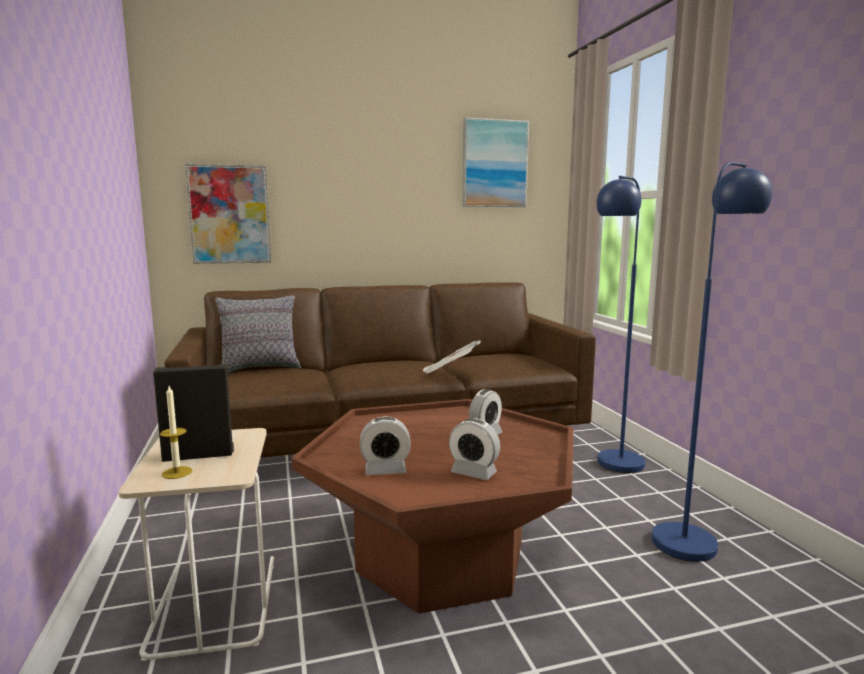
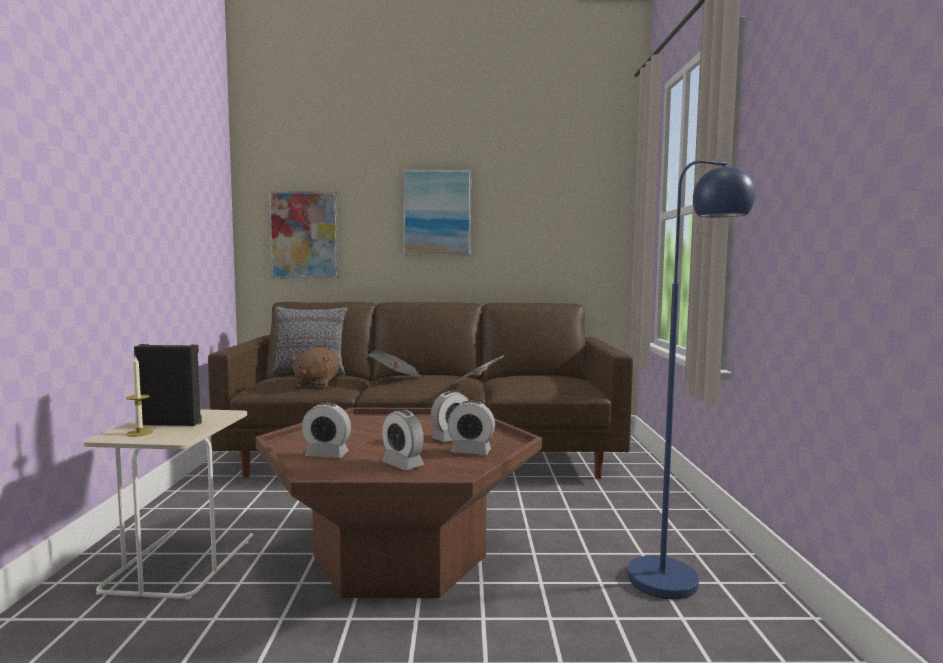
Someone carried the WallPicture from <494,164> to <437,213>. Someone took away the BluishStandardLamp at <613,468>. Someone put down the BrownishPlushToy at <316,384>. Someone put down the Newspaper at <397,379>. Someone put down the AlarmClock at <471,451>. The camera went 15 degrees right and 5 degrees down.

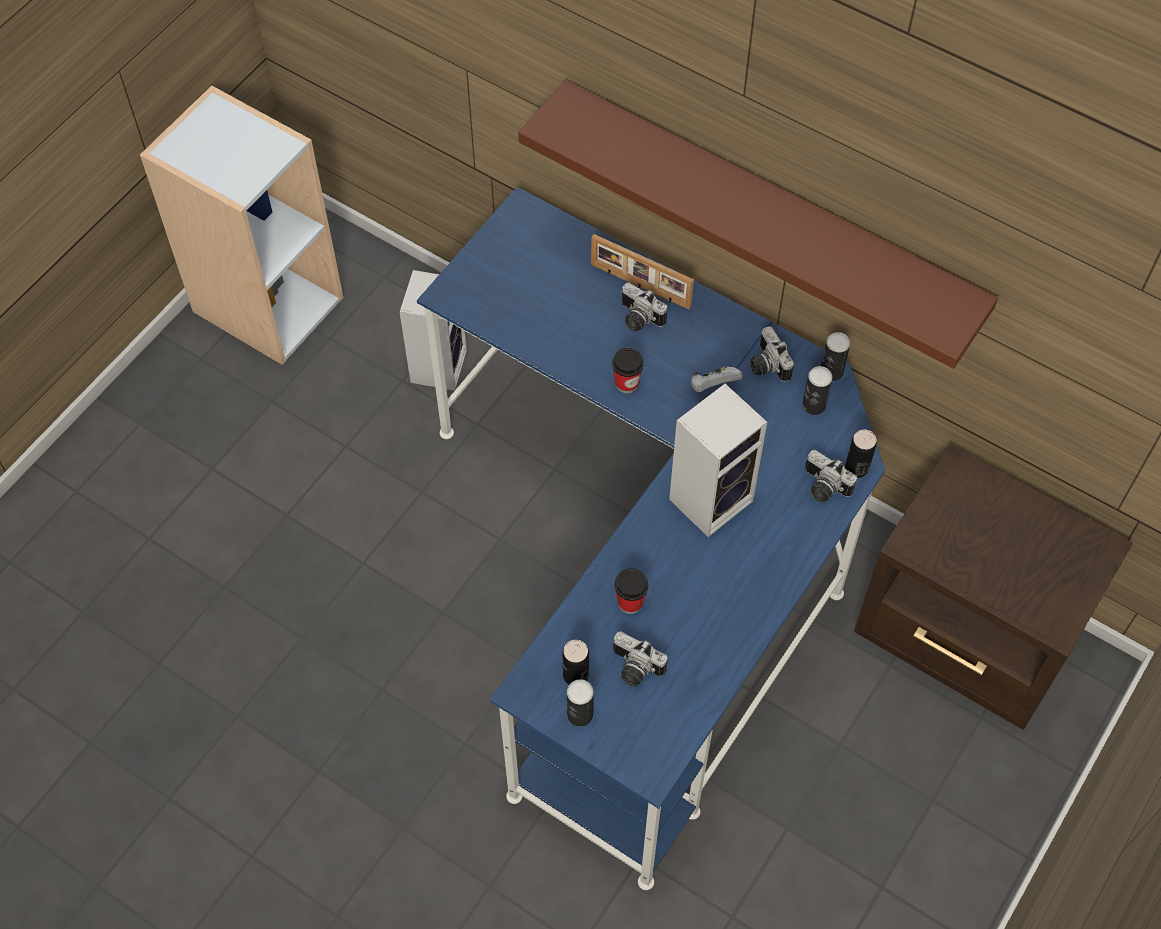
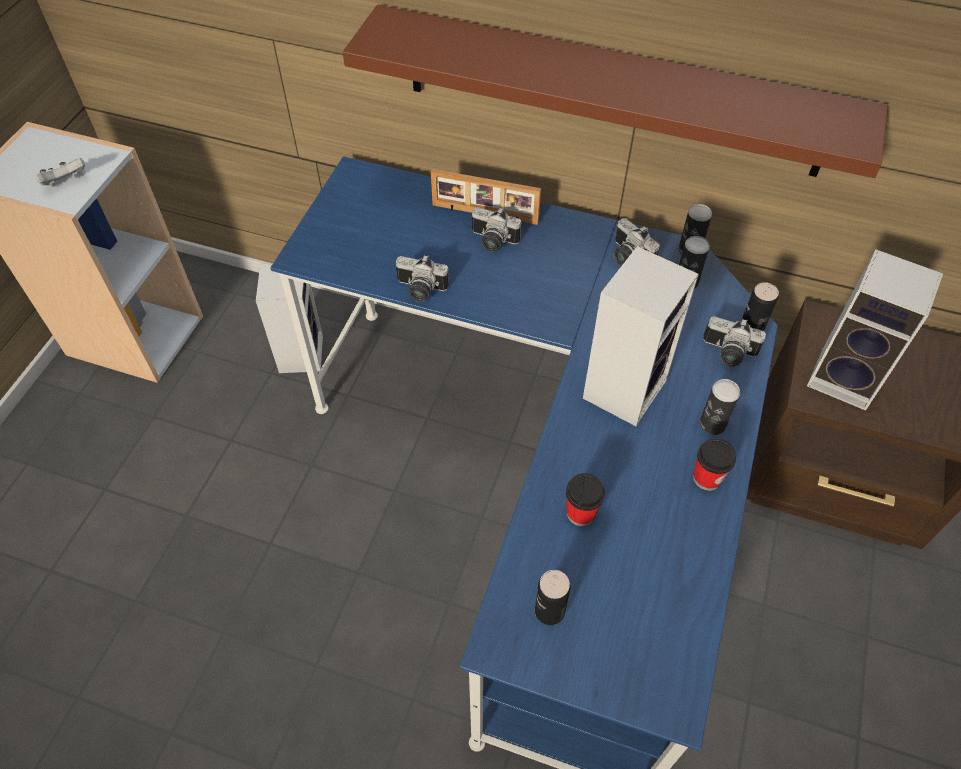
Someone carried the Cup from <627,383> to <707,478>. Someone carried the WhiteJoypad from <713,386> to <66,182>. Someone carried the StillCamera from <634,669> to <420,290>. Someone carried the MetalCan from <580,714> to <712,424>. Someone put down the Speaker at <847,378>. The camera went 15 degrees left and 5 degrees down.

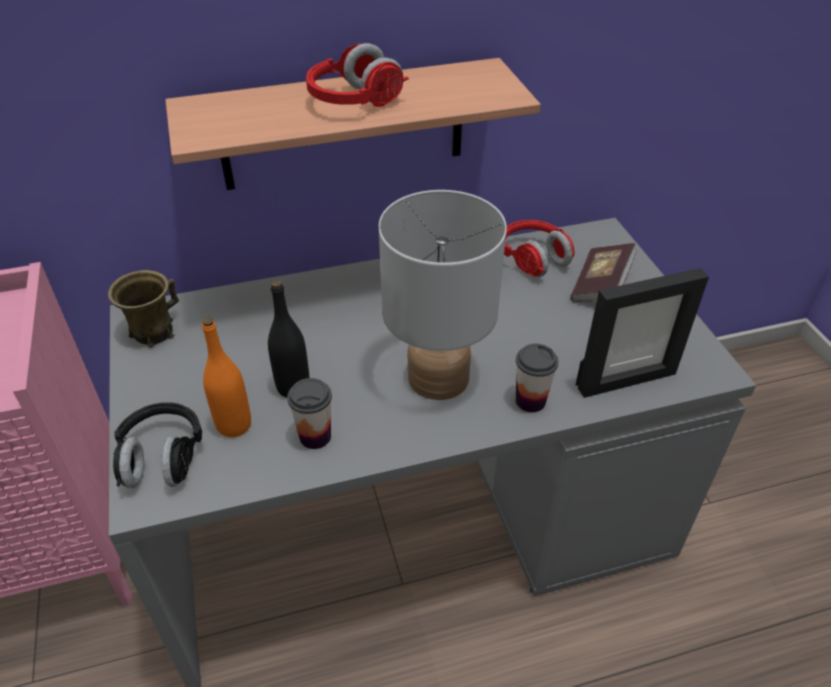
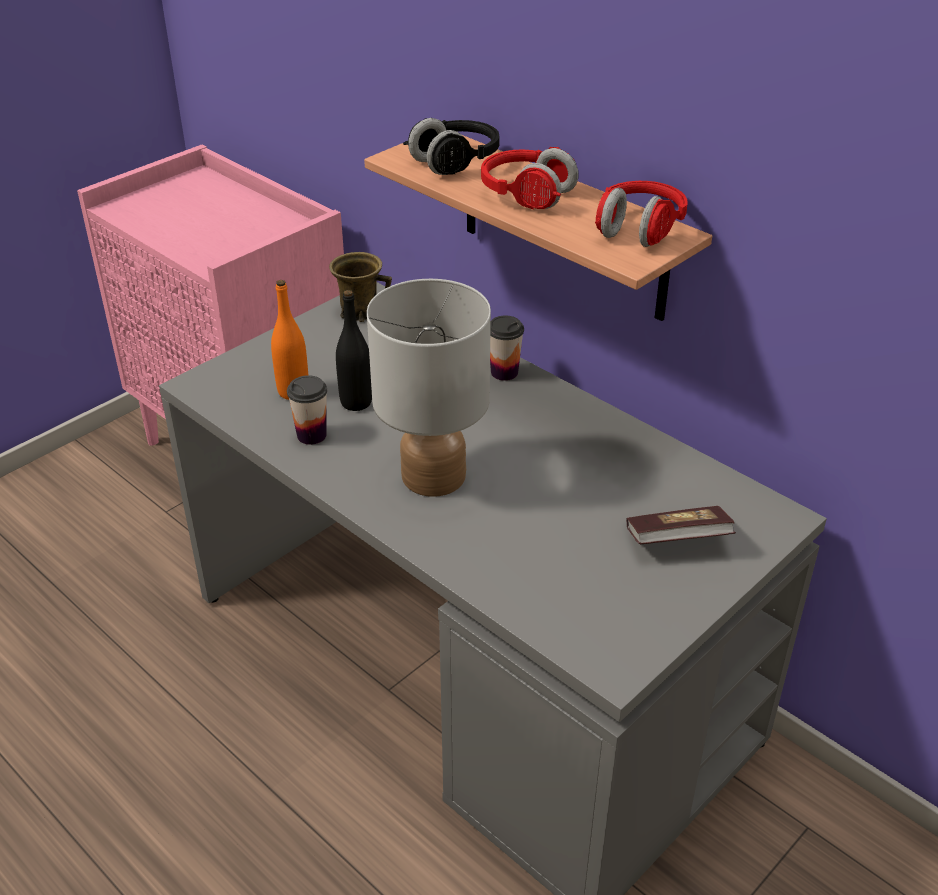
Someone carried the RedColouredPairOfHeadphones from <533,260> to <638,230>. Someone took away the PictureFrame at <625,379>. Someone carried the Cup from <530,401> to <504,372>. Someone carried the BlackishPairOfHeadphones from <162,458> to <455,163>. The camera went 60 degrees right and 5 degrees down.

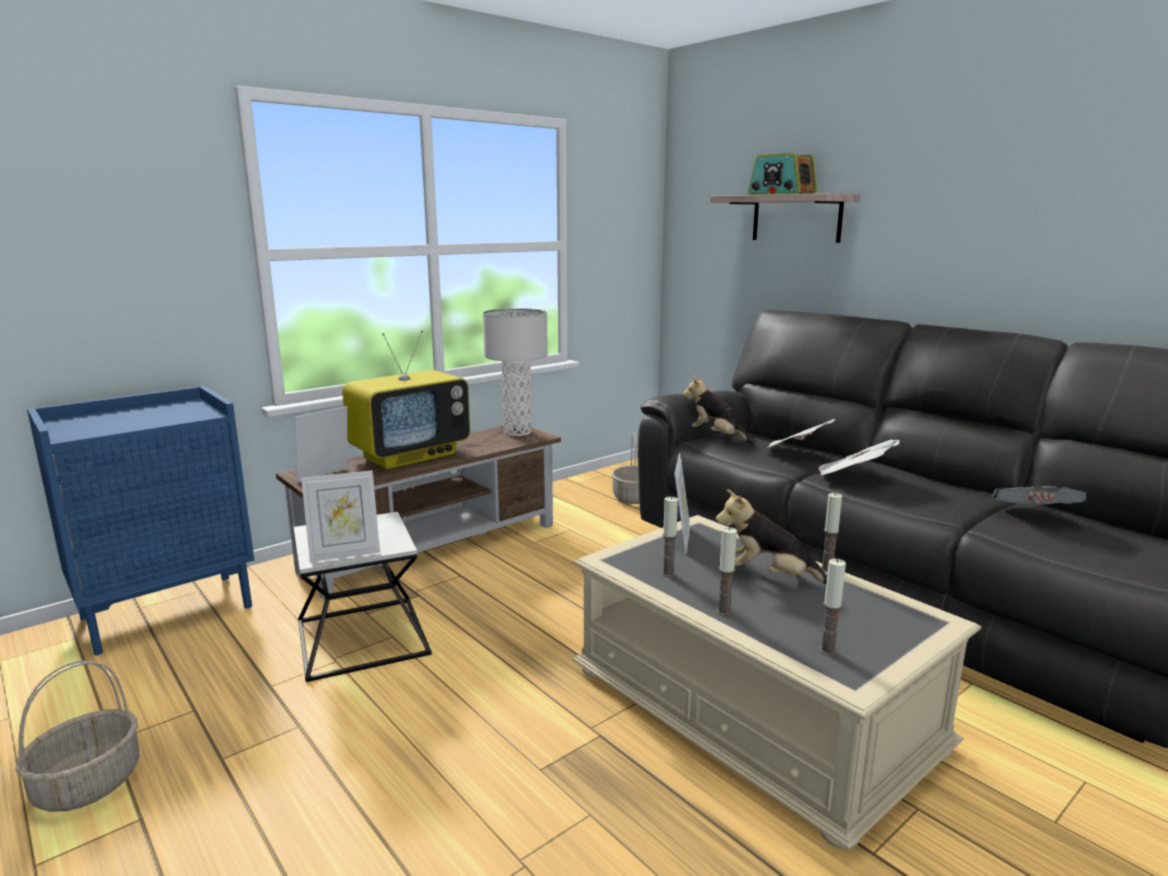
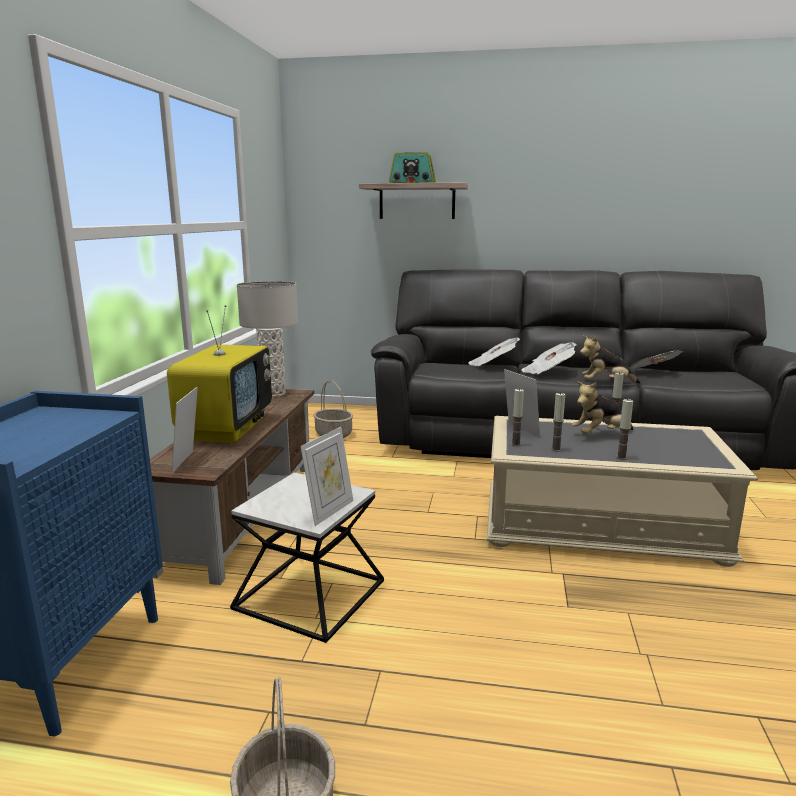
Someone carried the PlushToy from <716,437> to <606,383>. Someone carried the Candle from <827,651> to <516,444>. The camera went 40 degrees left and 0 degrees up.

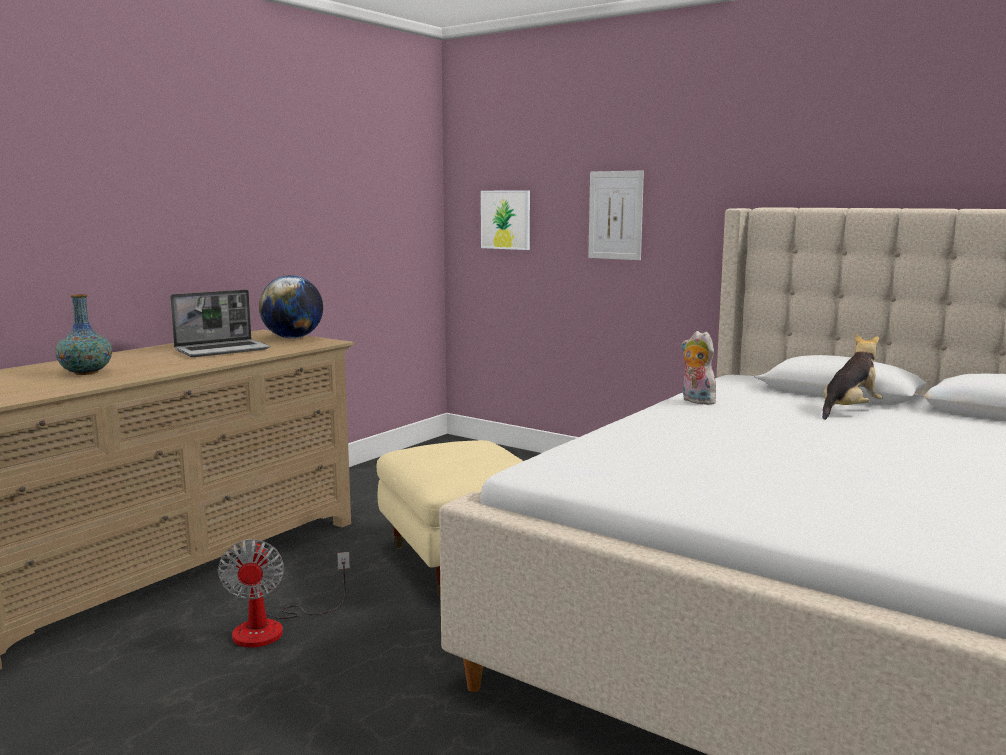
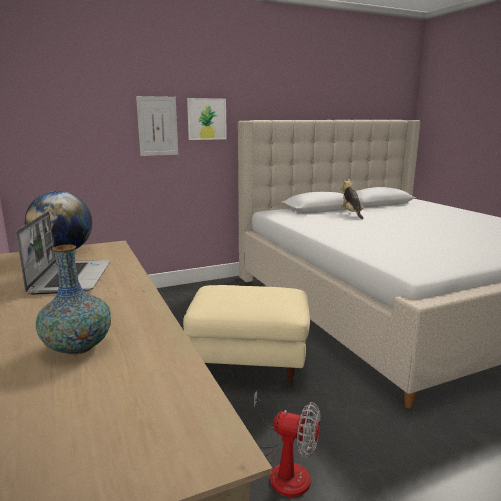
Someone carried the WallPicture from <506,219> to <206,119>. Someone took away the PlushToy at <695,401>. The camera went 60 degrees left and 5 degrees up.

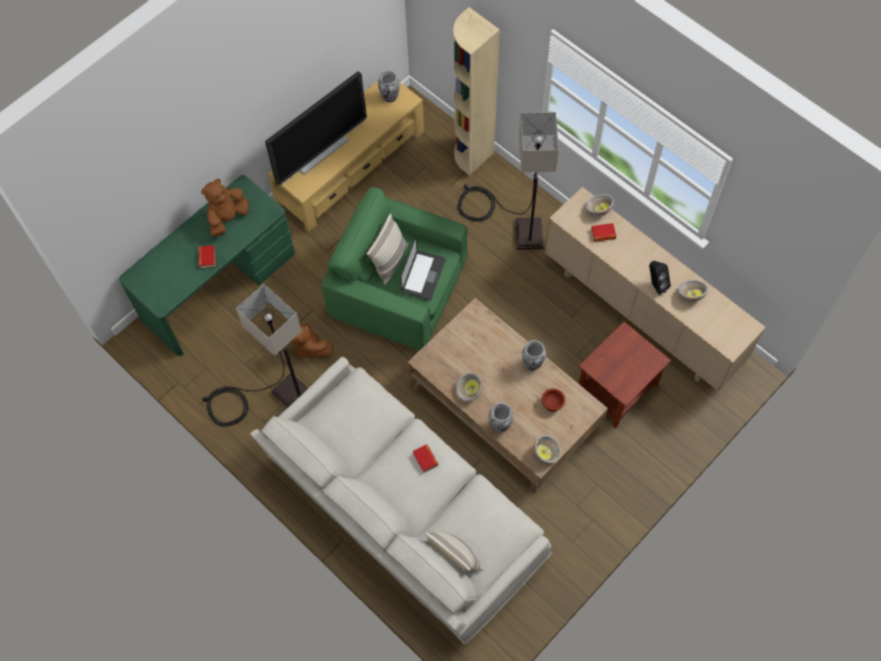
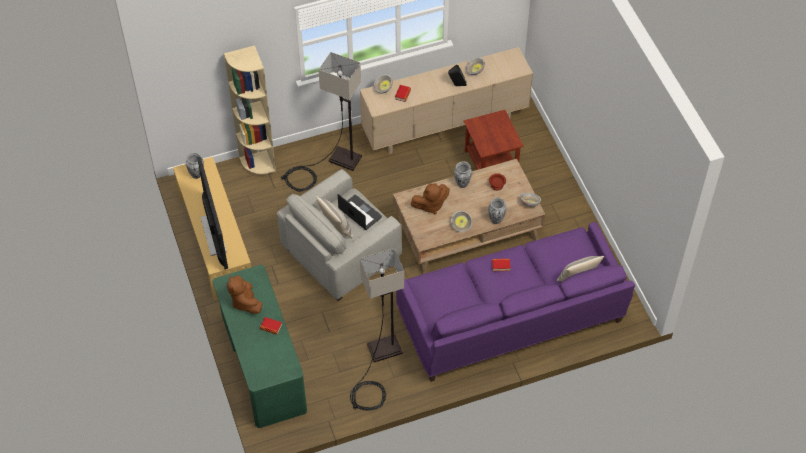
Someone repainted the GreenArmchair at <399,292>, which became the GreyArmchair at <341,253>. Someone carried the BrownishPlushToy from <309,346> to <430,205>. Someone repainted the WhiteCouch at <403,511>, which became the PurplishCouch at <511,318>. The camera went 65 degrees left and 10 degrees down.

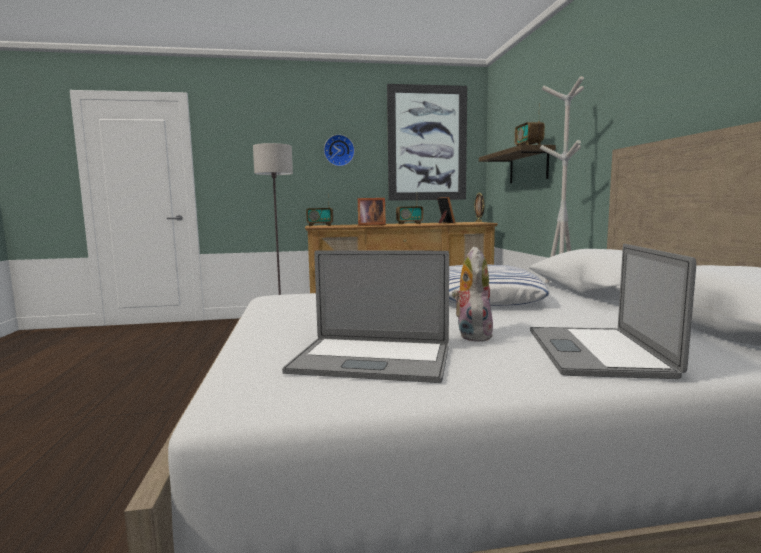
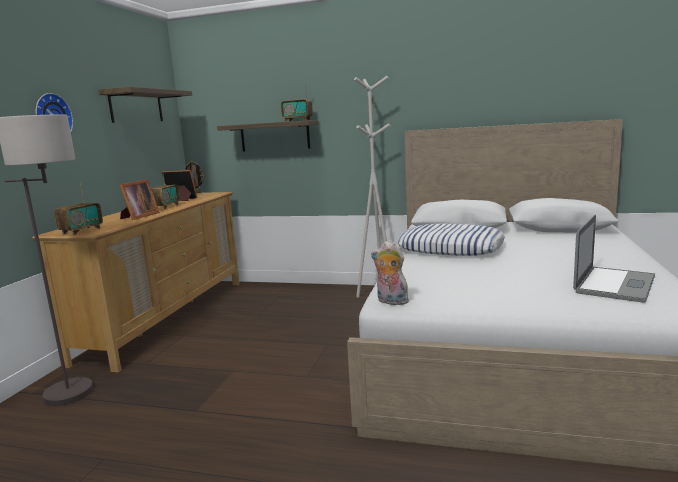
Someone swapped the WallPicture at <427,143> for the Shelf at <136,106>. Someone took away the Laptop at <595,351>. Someone carried the PlushToy from <471,335> to <390,302>. The camera went 65 degrees left and 5 degrees up.

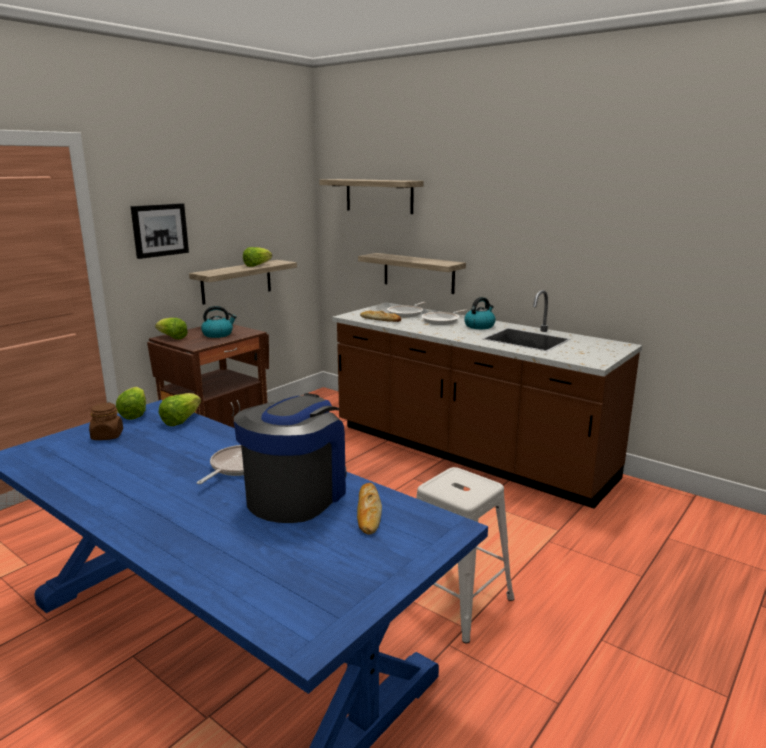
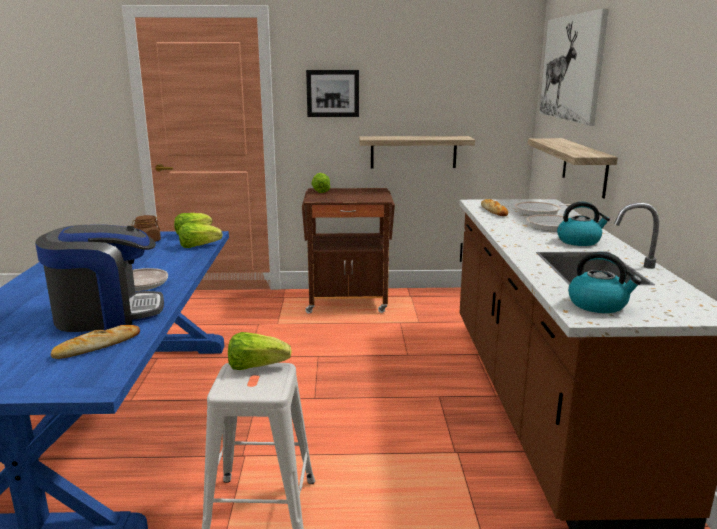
Someone swapped the Shelf at <379,196> for the WallPicture at <571,68>. Someone carried the LettuceHead from <257,265> to <256,366>. Someone carried the TeaKettle from <218,334> to <598,304>. The camera went 50 degrees right and 0 degrees up.

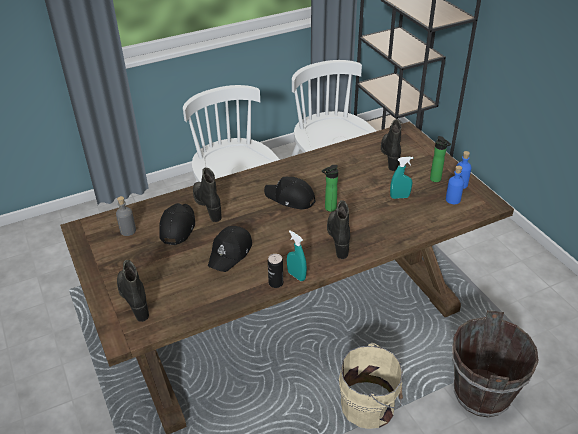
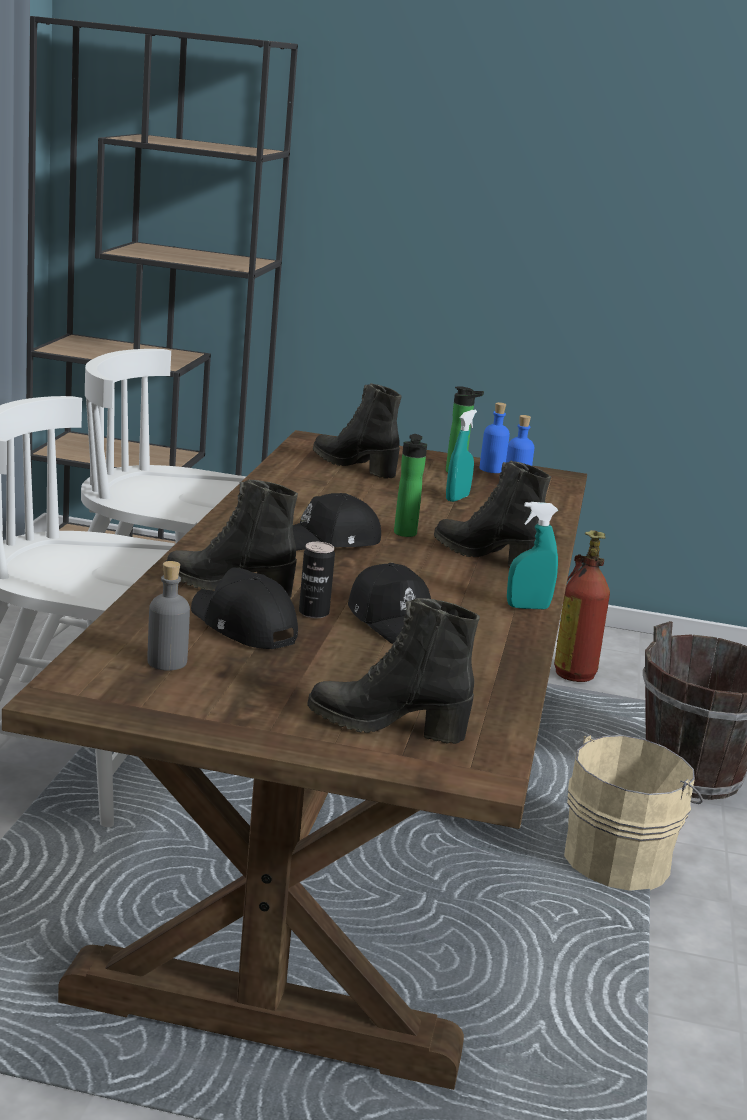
Someone carried the MetalCan from <276,283> to <314,613>. Someone put down the Extinguisher at <574,667>. The camera went 55 degrees left and 20 degrees down.

